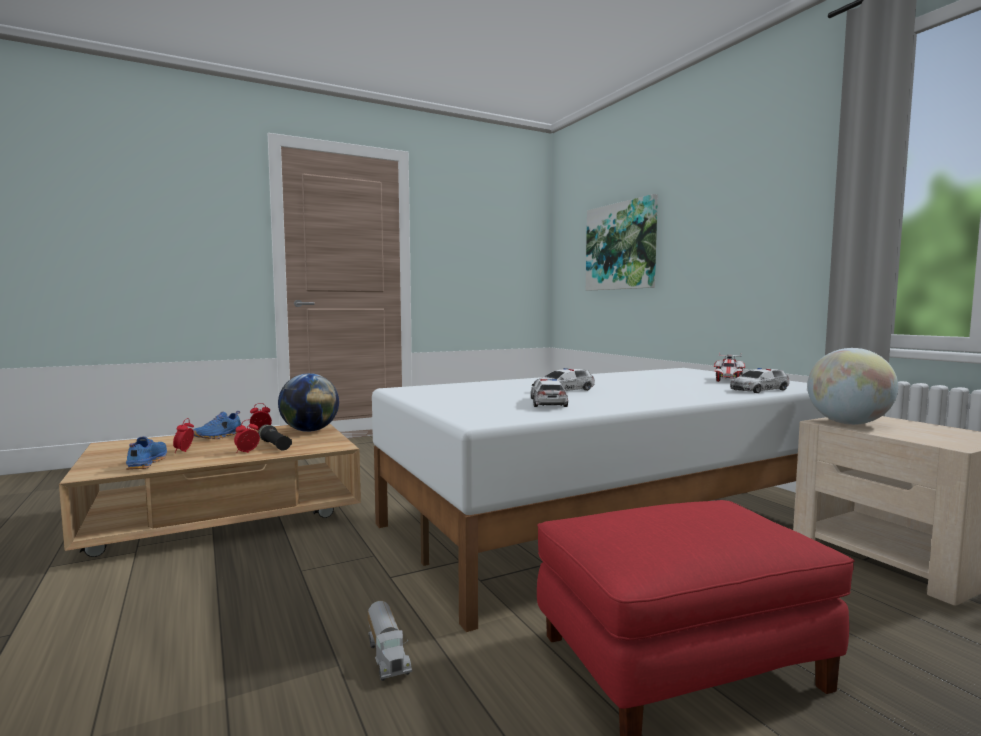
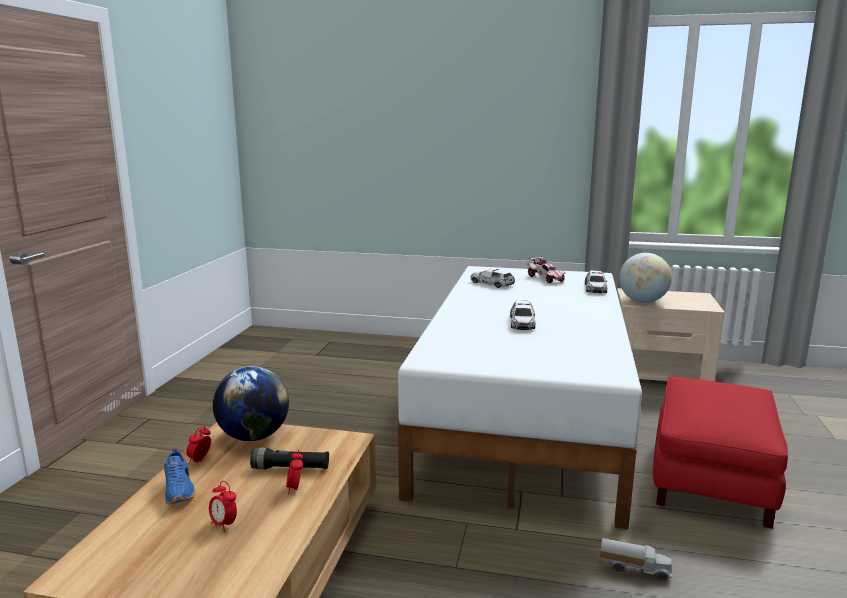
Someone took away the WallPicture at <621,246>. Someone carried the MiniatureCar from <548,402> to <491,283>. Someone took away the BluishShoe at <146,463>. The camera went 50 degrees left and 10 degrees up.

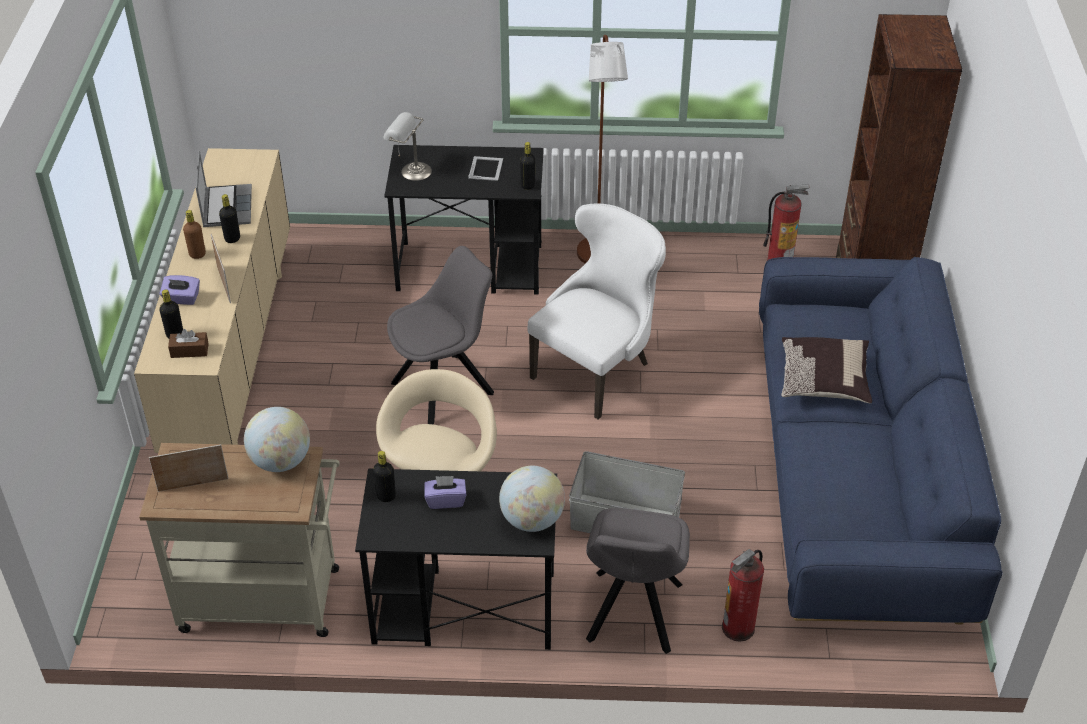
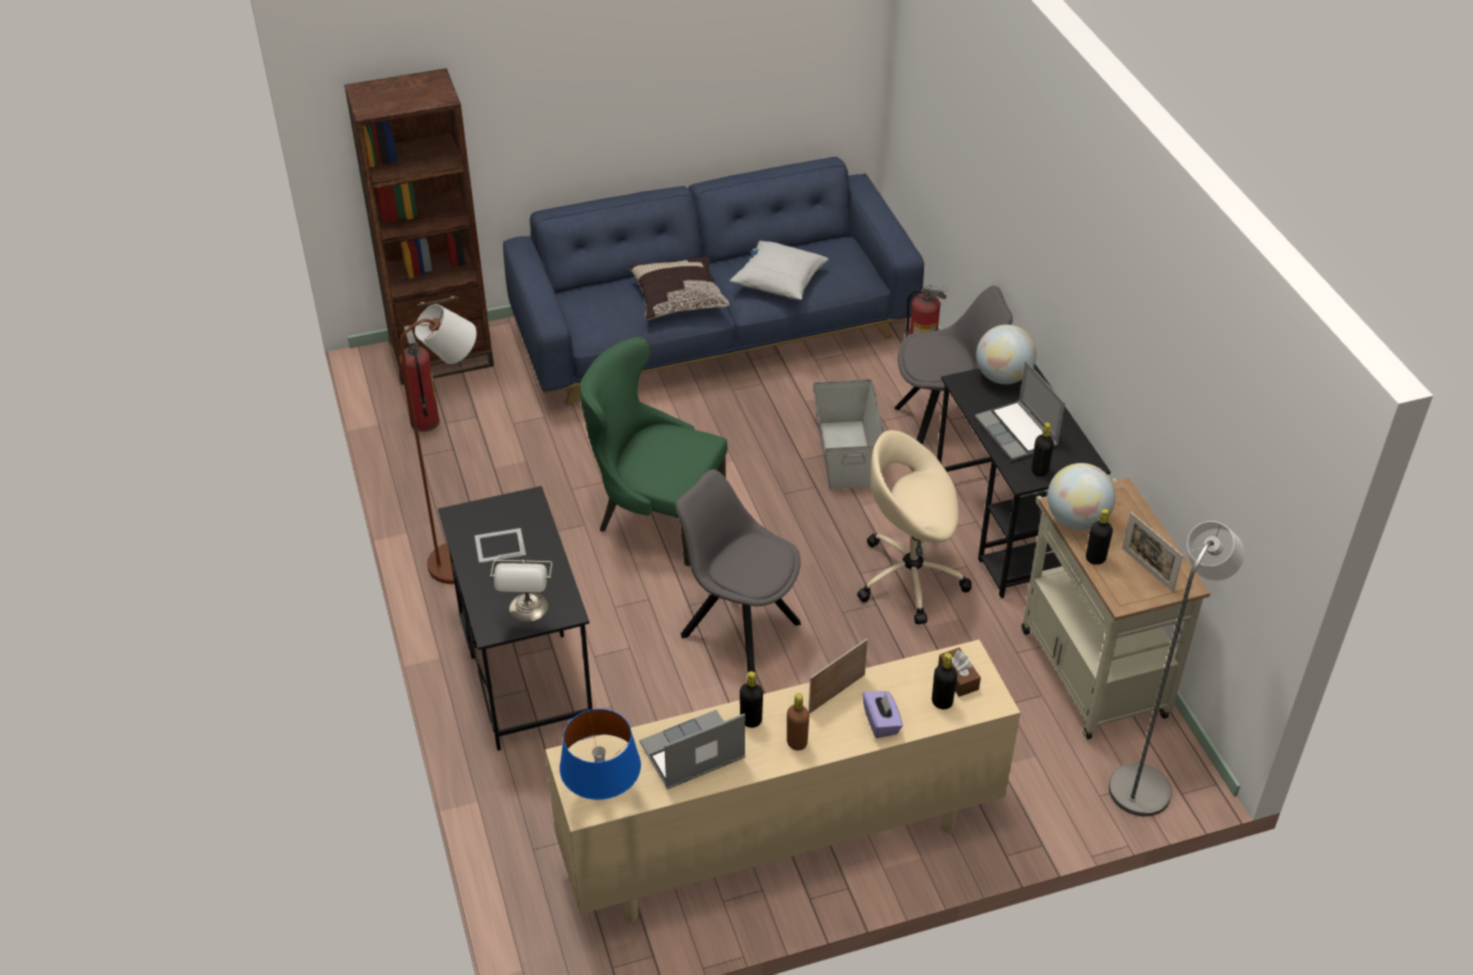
Someone carried the BlackishBottle from <527,185> to <1095,558>. Someone repainted the WhiteUprightChair at <596,371>, which became the GreenUprightChair at <655,519>. Someone swapped the PurplishBoxOfTissues at <445,500> for the Laptop at <1018,432>. Someone put down the GreyPillow at <779,282>. Someone put down the GreyStandardLamp at <1145,782>. Someone put down the BluishTabletopLamp at <603,798>. The camera went 110 degrees left and 0 degrees up.

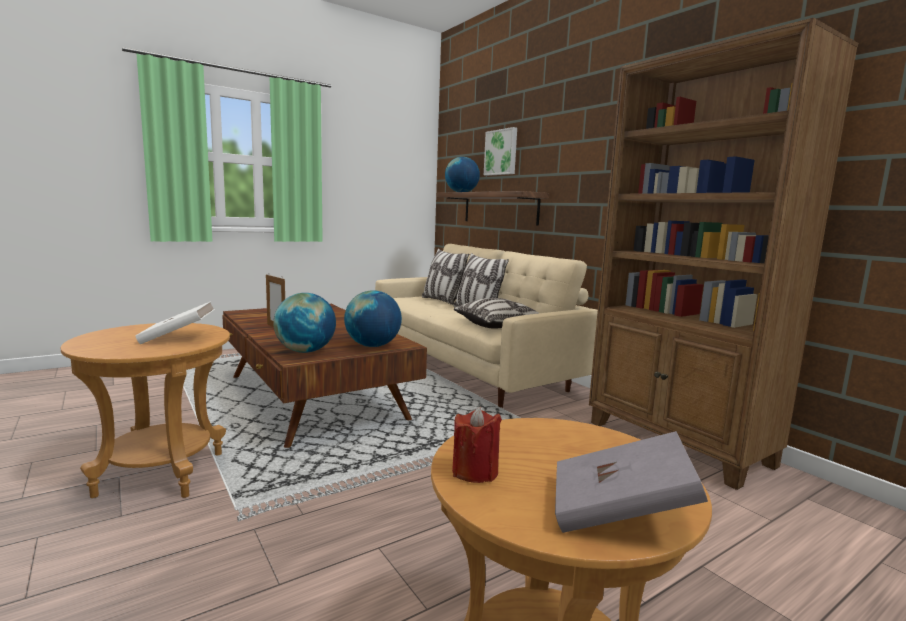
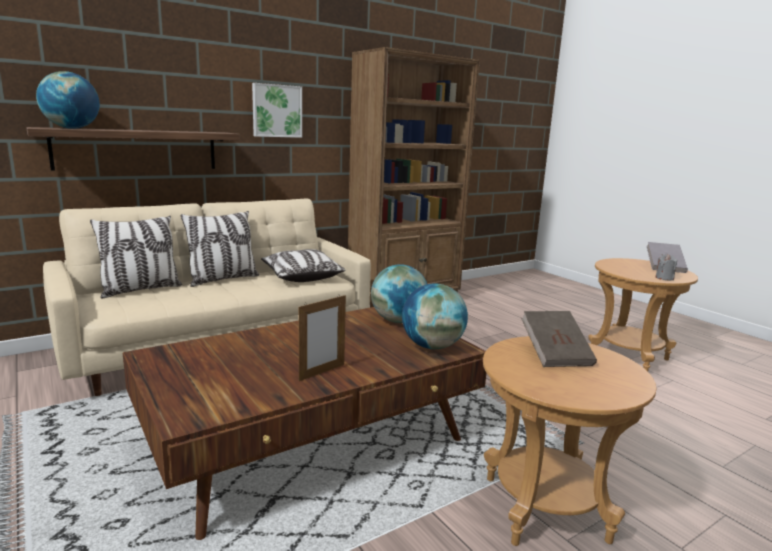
Someone carried the WallPicture from <501,152> to <276,111>. Someone repainted the WhiteBook at <178,338>, which became the BrownishBook at <555,354>. Someone repainted the RedColouredCandle at <475,472>, which became the GreyCandle at <664,278>. The camera went 90 degrees left and 5 degrees up.

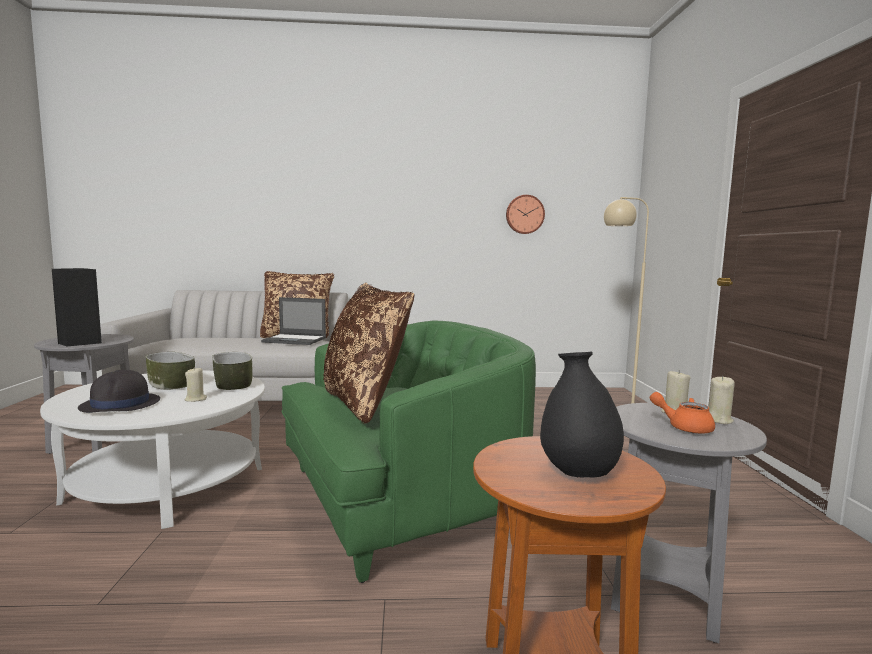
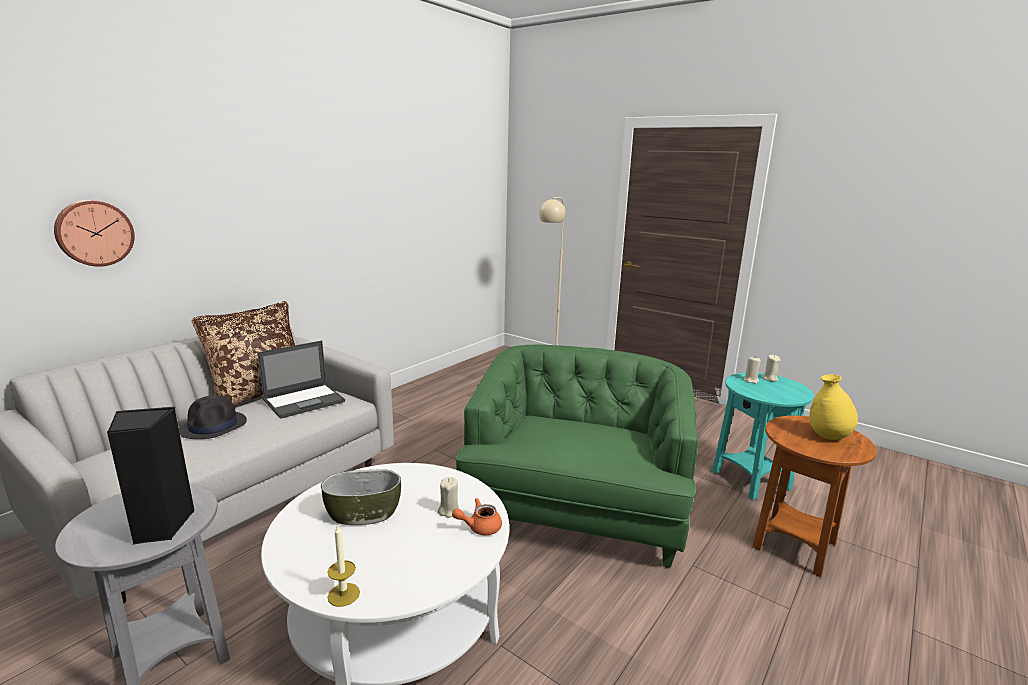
Someone carried the HangingClock from <524,214> to <94,233>. Someone took away the BrownishPillow at <363,407>. Someone took away the Bowl at <232,385>. Someone repainted the BlackishDecorativeVase at <578,474>, which became the YellowDecorativeVase at <828,437>. Someone carried the BlackishClothingHat from <120,405> to <213,426>. Someone carried the OrangeTeapot from <684,427> to <479,527>. Someone repainted the GreySideTable at <665,597>, which became the BlueGreenSideTable at <751,480>. Someone put down the Candle at <343,594>. The camera went 50 degrees left and 10 degrees up.

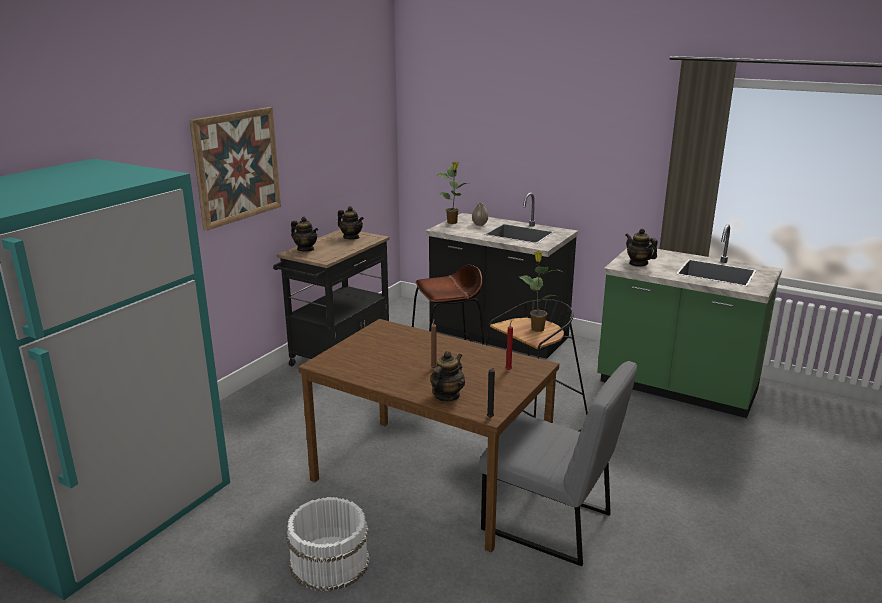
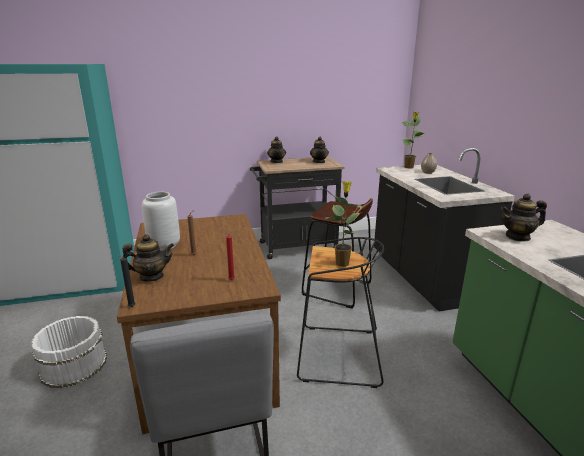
Someone took away the WallPicture at <237,166>. Someone rotated the Teapot at <638,263> by 105 degrees counterclockwise. Someone put down the GreyDecorativeVase at <165,245>. The camera went 45 degrees right and 0 degrees up.

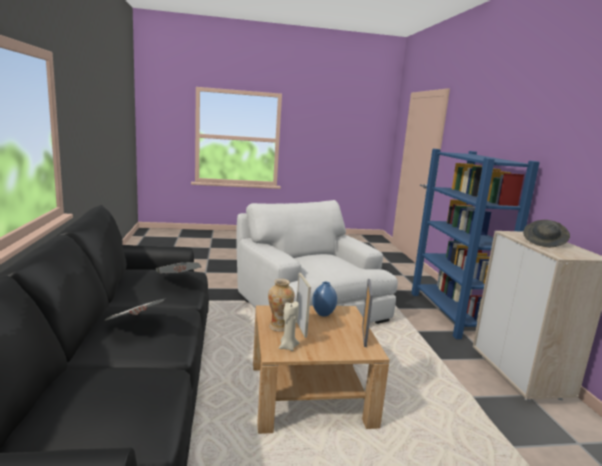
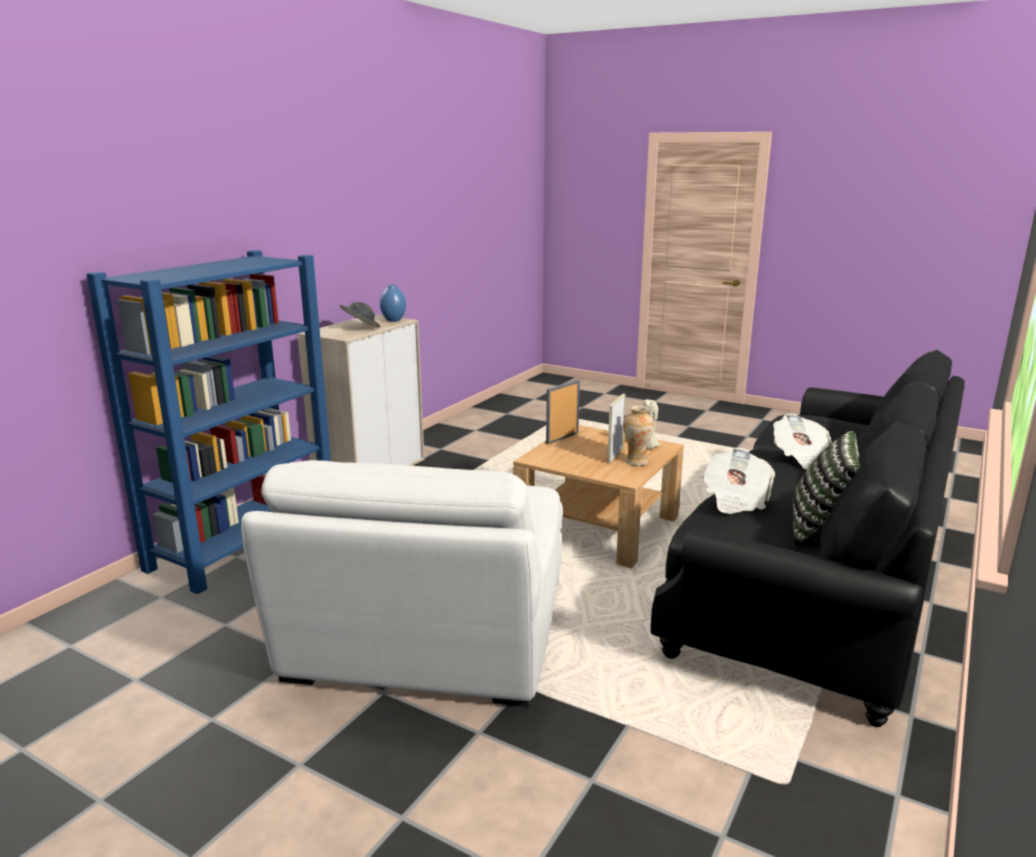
Someone carried the BluishDecorativeVase from <323,314> to <393,320>. Someone put down the Pillow at <820,526>. The camera went 140 degrees left and 5 degrees up.

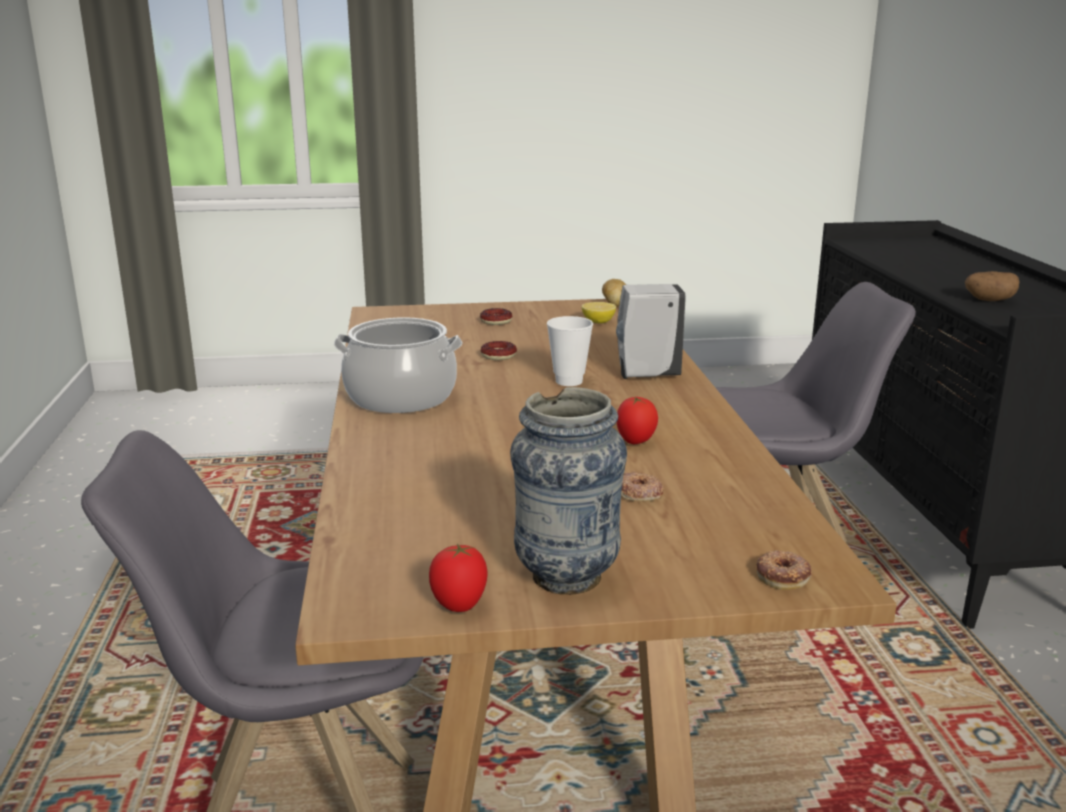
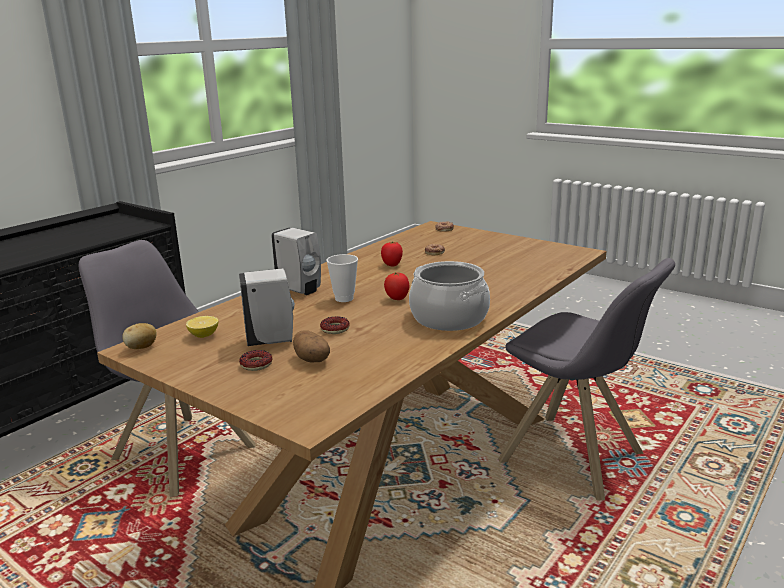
Someone carried the Spud from <989,300> to <313,360>. Someone took away the DecorativeVase at <566,577>. Someone carried the Tomato from <459,606> to <397,299>. Someone put down the WhiteLiquidSoapBottle at <272,341>. The camera went 135 degrees left and 0 degrees up.

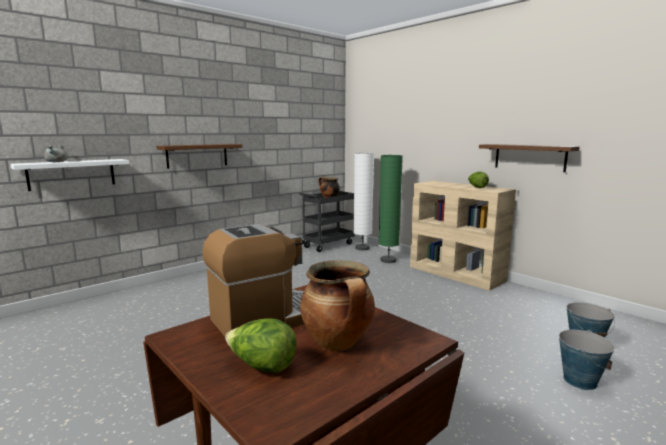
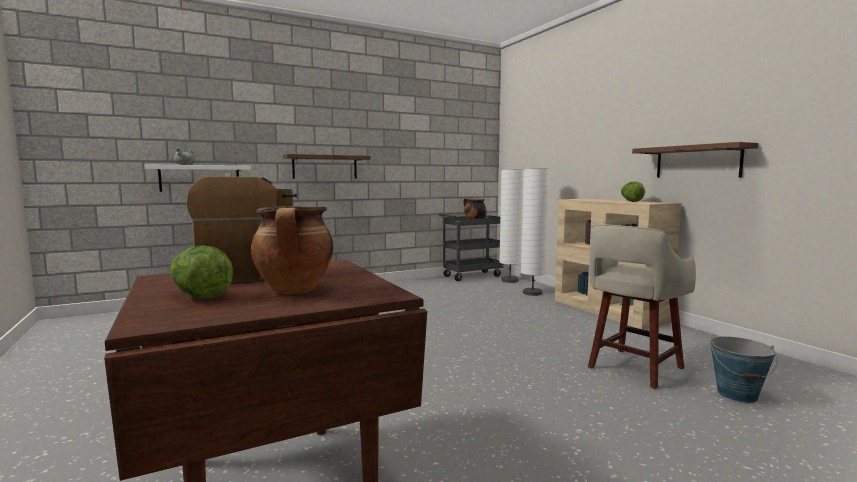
Someone repainted the GreenStandardLamp at <388,260>, which became the WhiteStandardLamp at <532,293>. Someone took away the Bucket at <580,380>. Someone put down the SandColouredSittingStool at <633,369>. The camera went 15 degrees right and 5 degrees down.

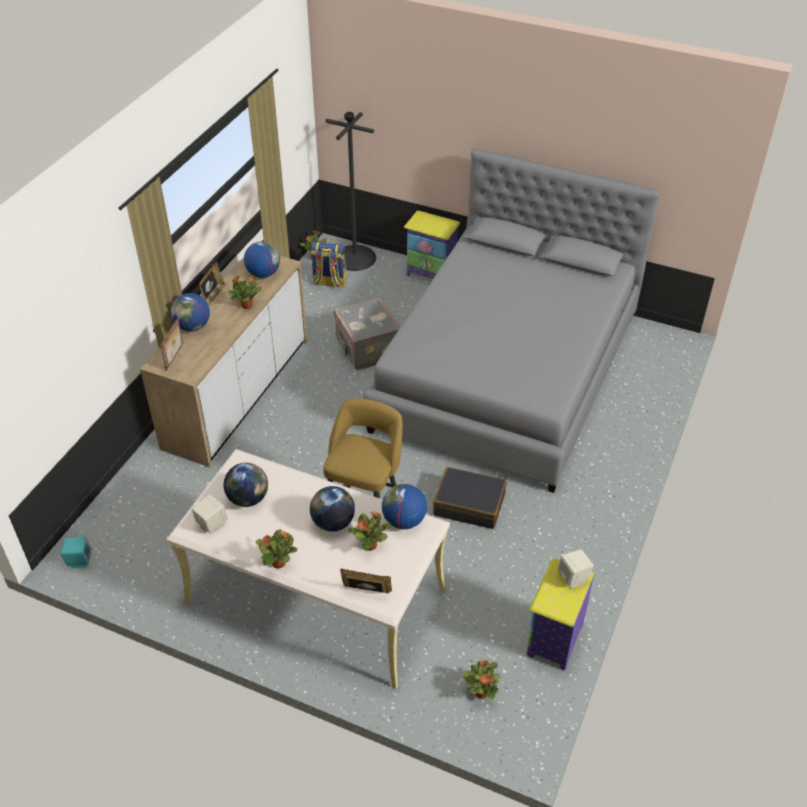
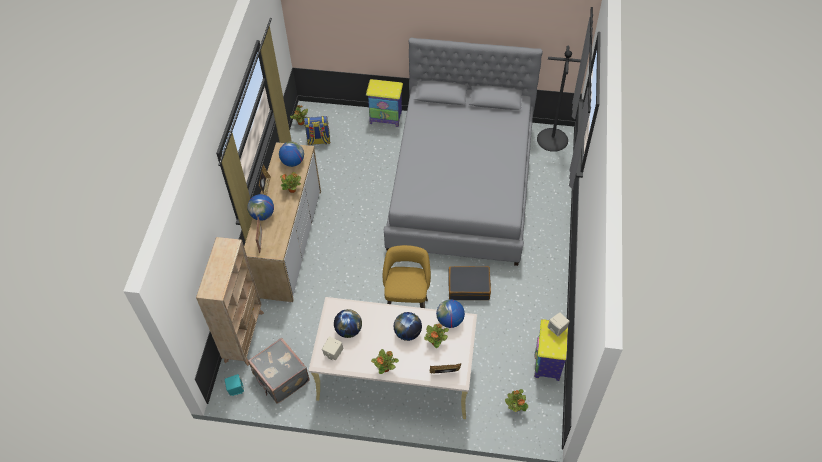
Someone carried the BlackishClothesRack from <355,258> to <552,139>. Someone carried the GreySuitcase from <367,349> to <280,378>. Someone put down the SandColouredShelvingUnit at <244,336>. The camera went 15 degrees left and 10 degrees up.

